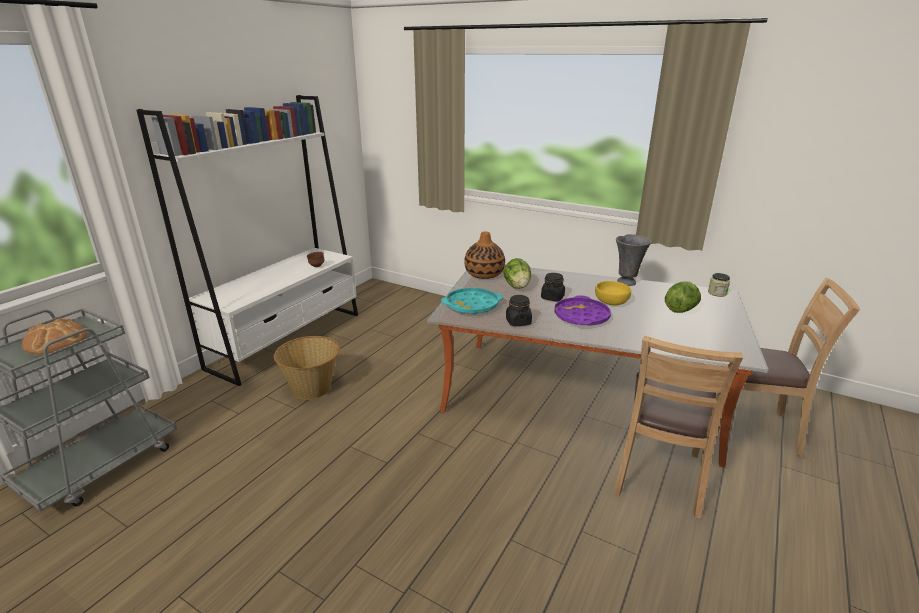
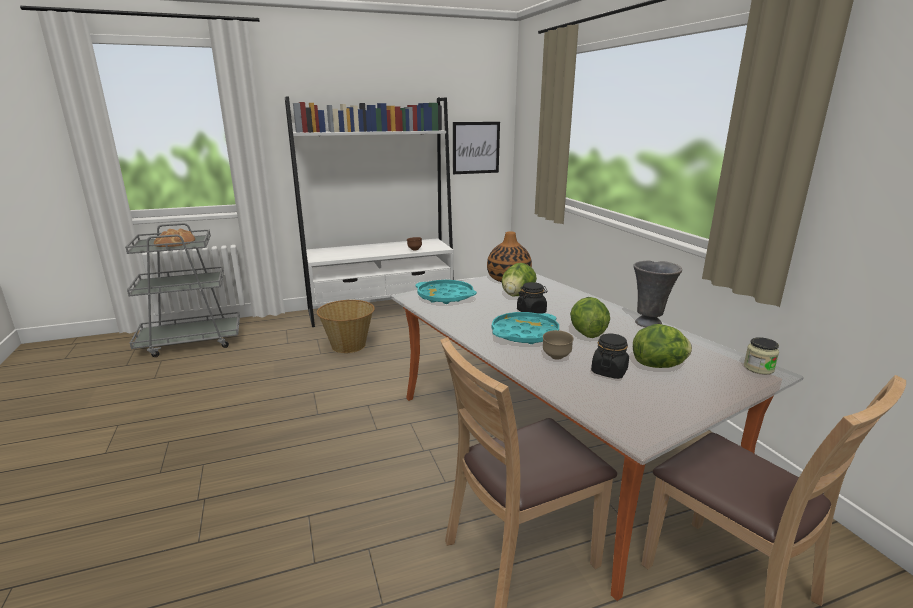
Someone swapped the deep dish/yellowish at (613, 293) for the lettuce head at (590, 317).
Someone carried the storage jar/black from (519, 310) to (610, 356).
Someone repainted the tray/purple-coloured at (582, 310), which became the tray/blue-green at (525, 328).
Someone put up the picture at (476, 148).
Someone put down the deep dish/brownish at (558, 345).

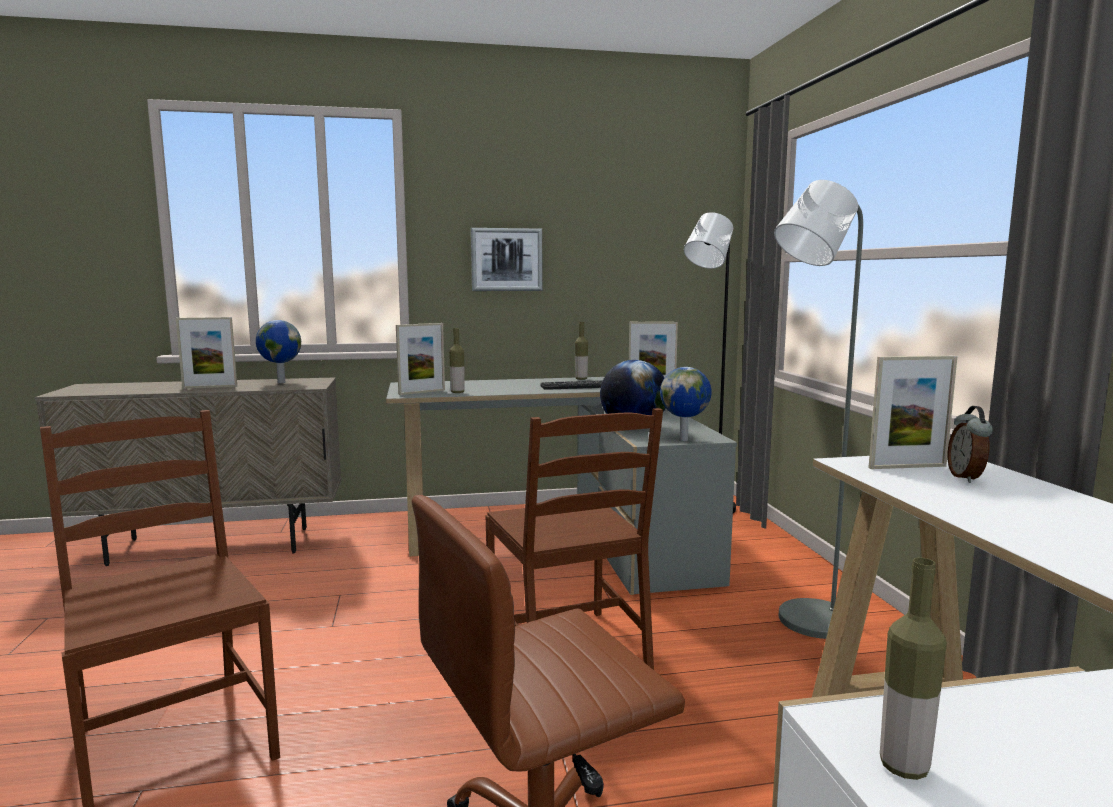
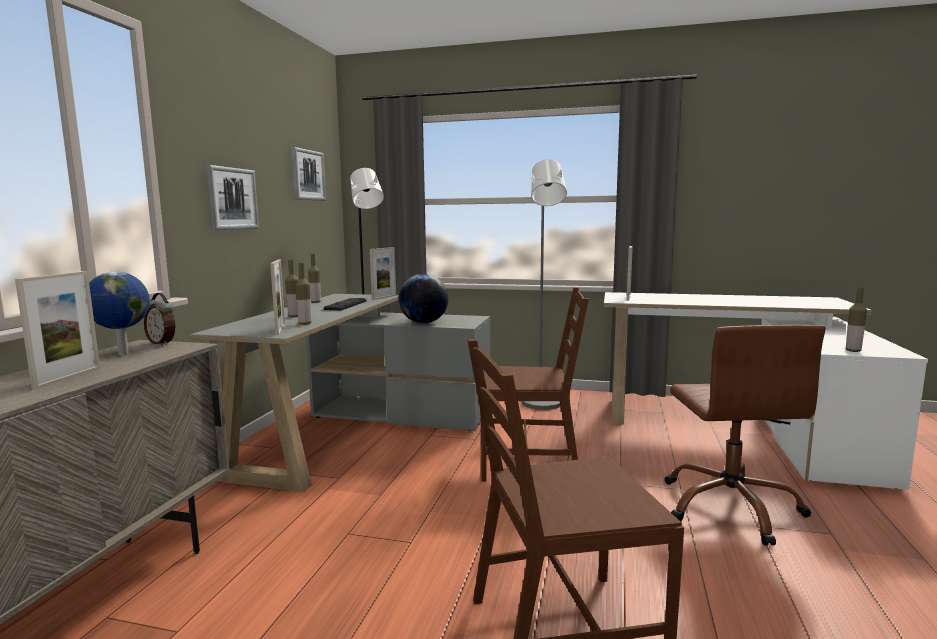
Someone took away the globe at (686, 404).
Someone carried the bedside clock from (970, 444) to (159, 319).
Someone put up the picture at (308, 174).
Someone put down the beverage bottle at (292, 288).

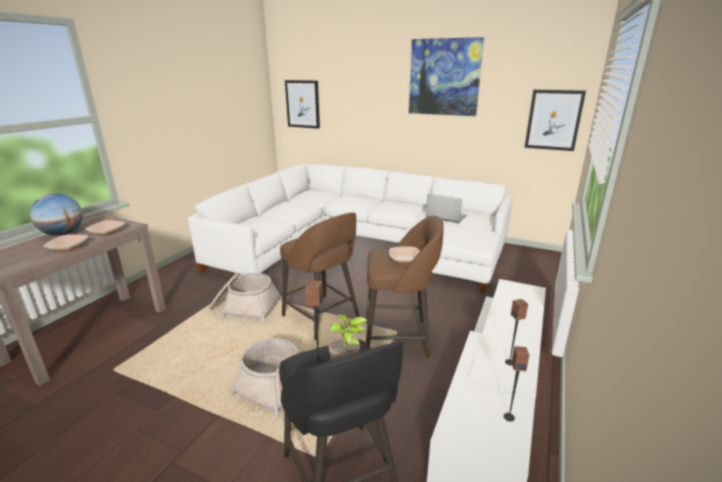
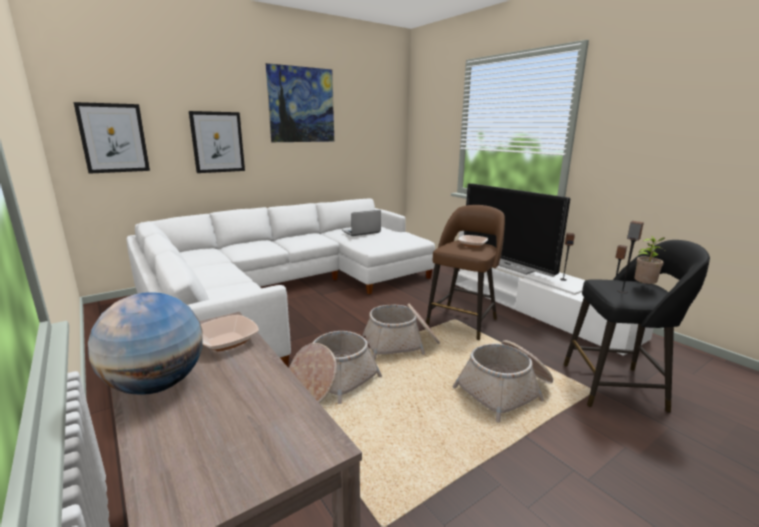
Someone carried the picture from (555, 120) to (217, 142).
Someone swapped the stool seat/brownish at (320, 276) for the storage basket at (401, 331).
Someone took away the deep dish at (65, 243).
Someone put down the TV at (517, 230).

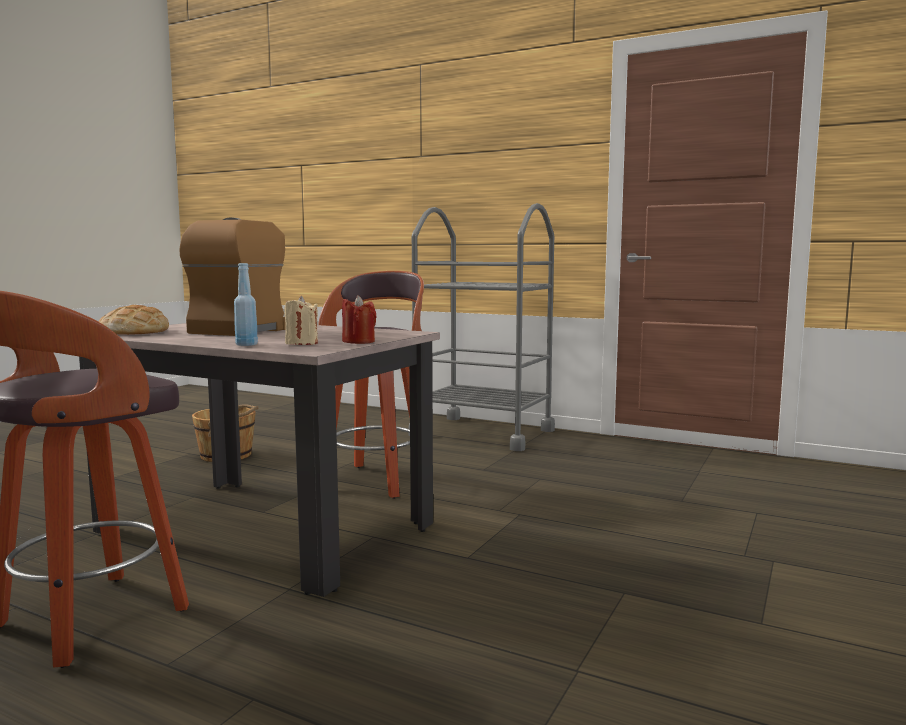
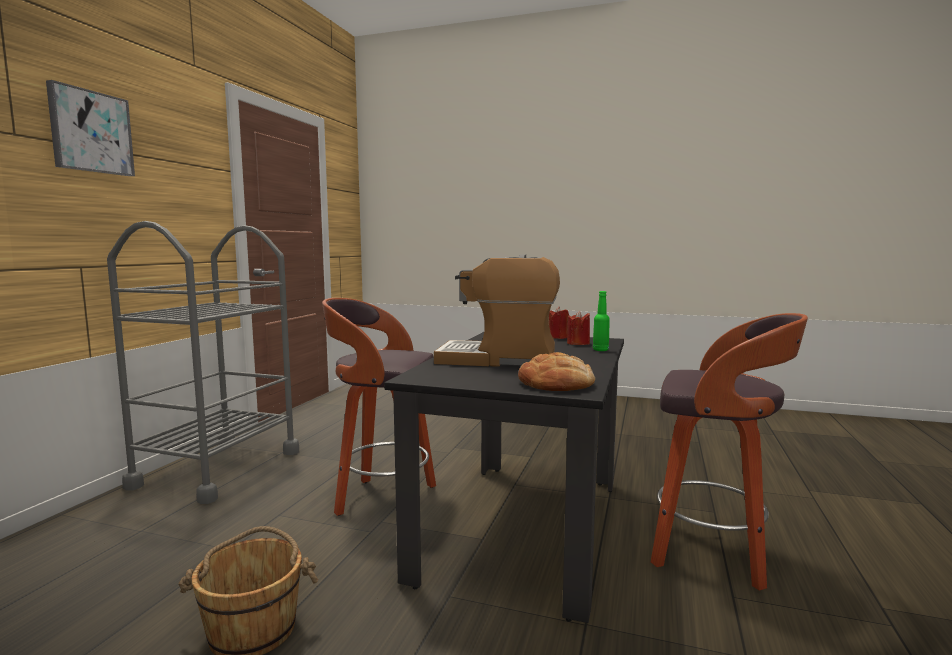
Someone repainted the beverage bottle/blue at (246, 304), which became the beverage bottle/green at (601, 321).
Someone repainted the candle/beige-coloured at (301, 320), which became the candle/red at (578, 328).
Someone repainted the kitchen table/beige-coloured at (259, 460), which became the kitchen table/black at (504, 477).
Someone put up the picture at (90, 128).

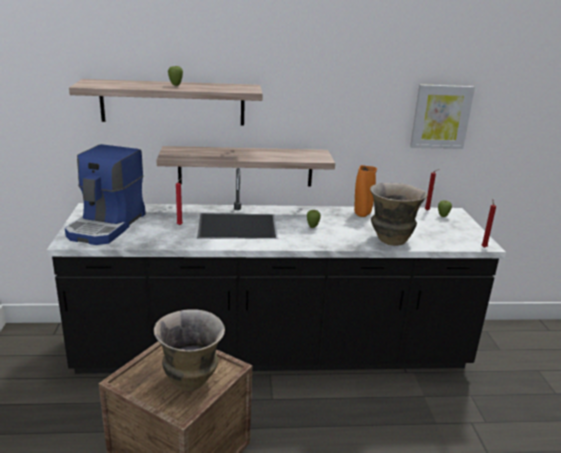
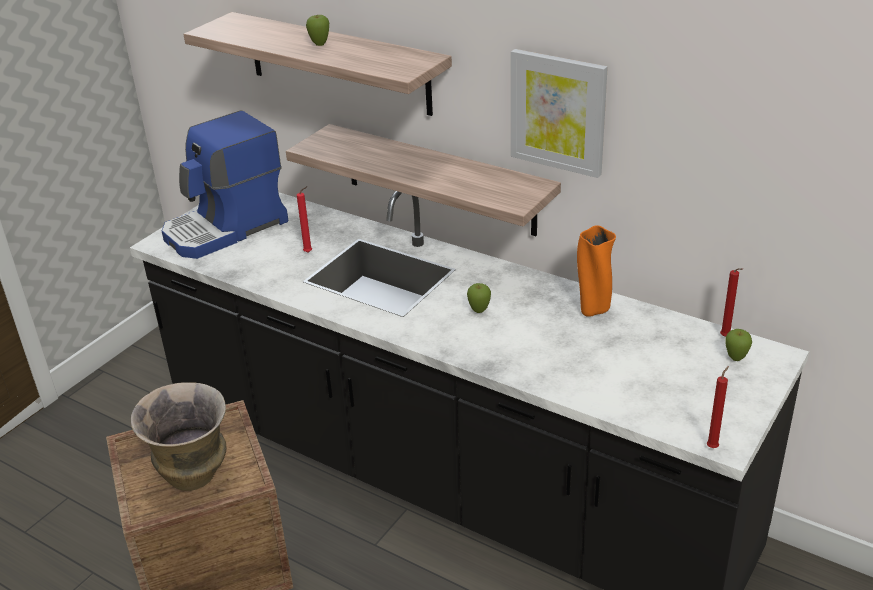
Someone carried the picture from (442, 116) to (559, 113).
Someone took away the flower vase at (399, 214).

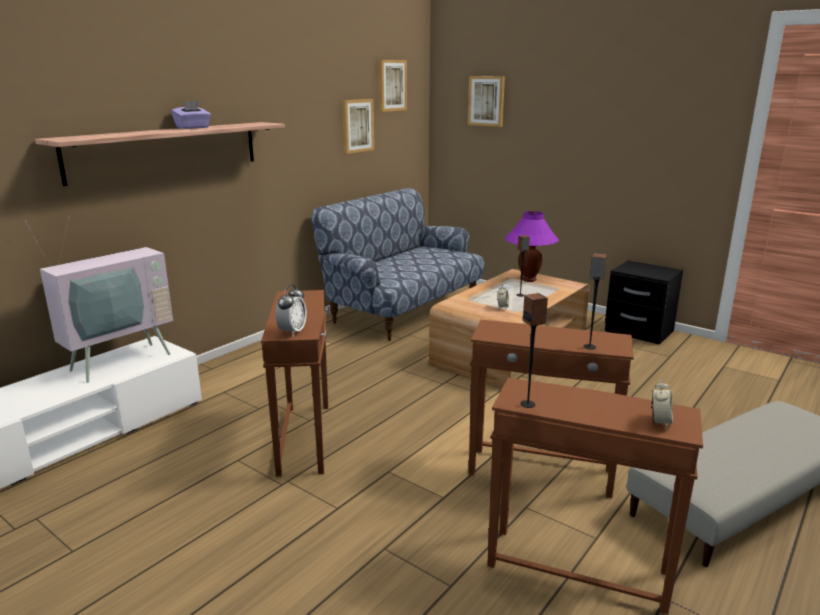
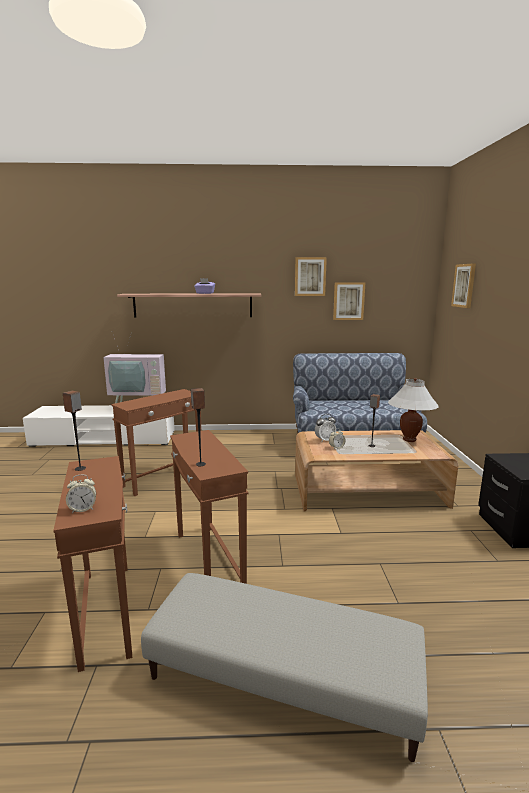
Someone carried the picture from (393, 86) to (311, 276).
Someone repainted the table lamp/purple-coloured at (532, 246), which became the table lamp/white at (413, 410).
Someone carried the bedside clock from (291, 310) to (325, 427).

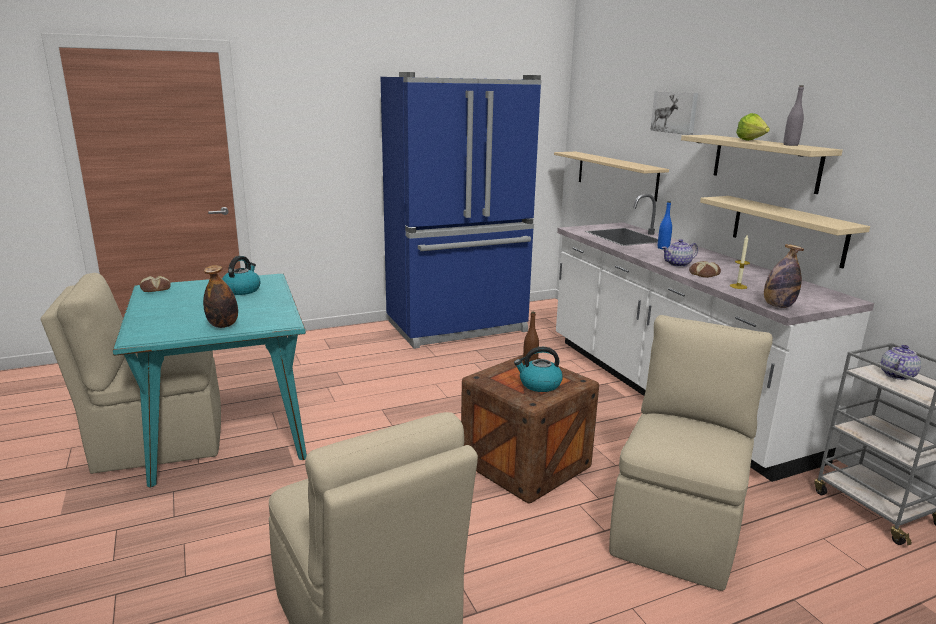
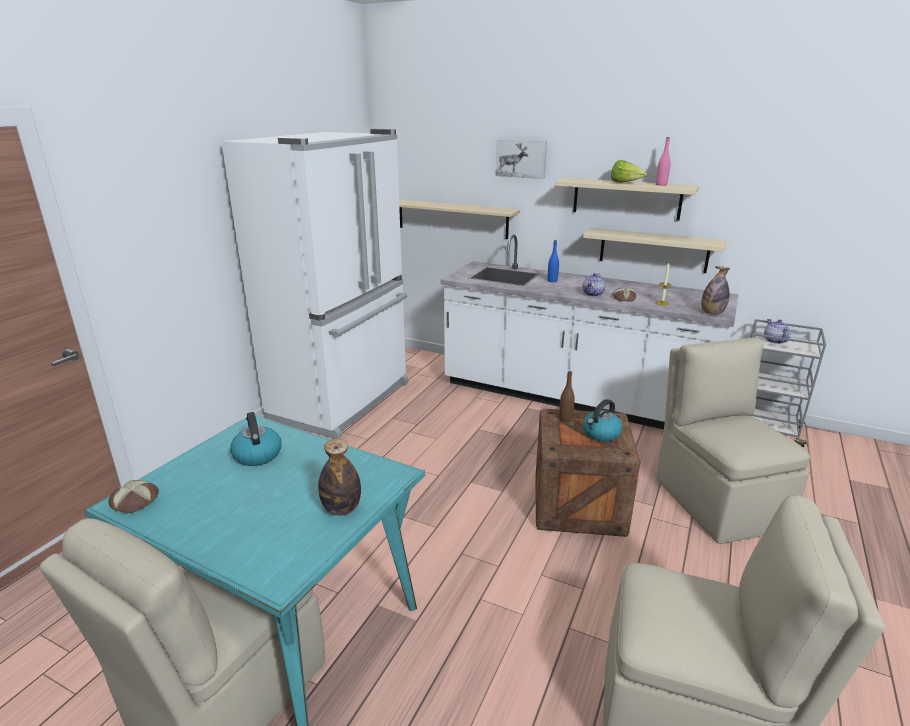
Someone repainted the refrigerator/blue at (460, 210), which became the refrigerator/white at (314, 284).
Someone repainted the beverage bottle/grey at (793, 115), which became the beverage bottle/pinkish at (663, 161).

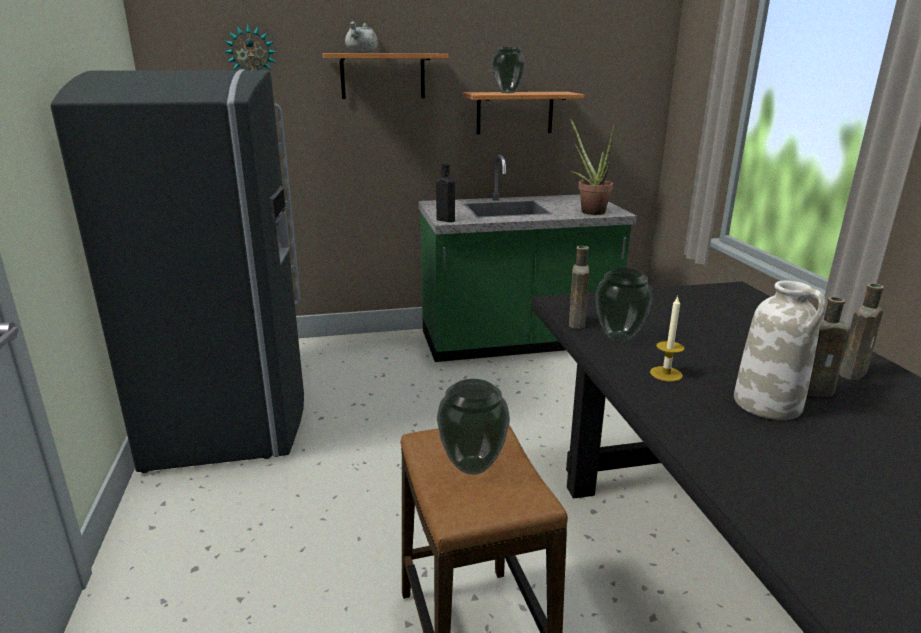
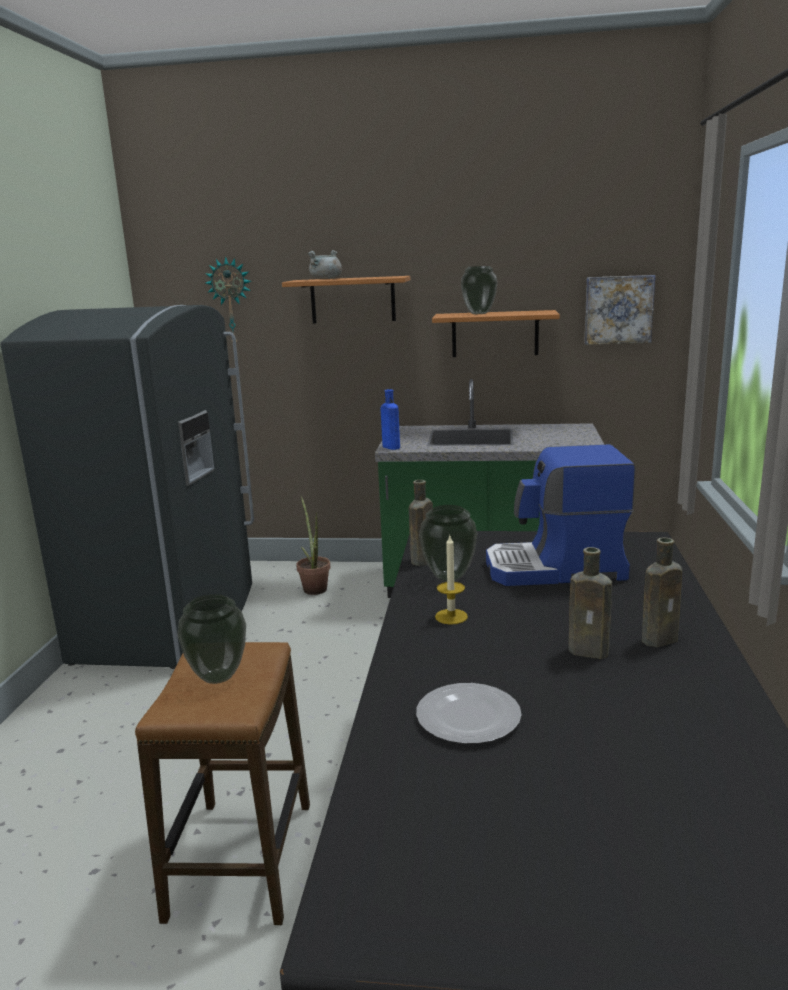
Someone carried the potted plant from (592, 166) to (313, 545).
Someone repainted the beverage bottle/black at (445, 193), which became the beverage bottle/blue at (390, 419).
Someone took away the flower vase/white at (780, 350).
Someone put up the picture at (619, 310).
Someone put down the coffee maker at (560, 515).
Someone put down the flat dish at (468, 713).

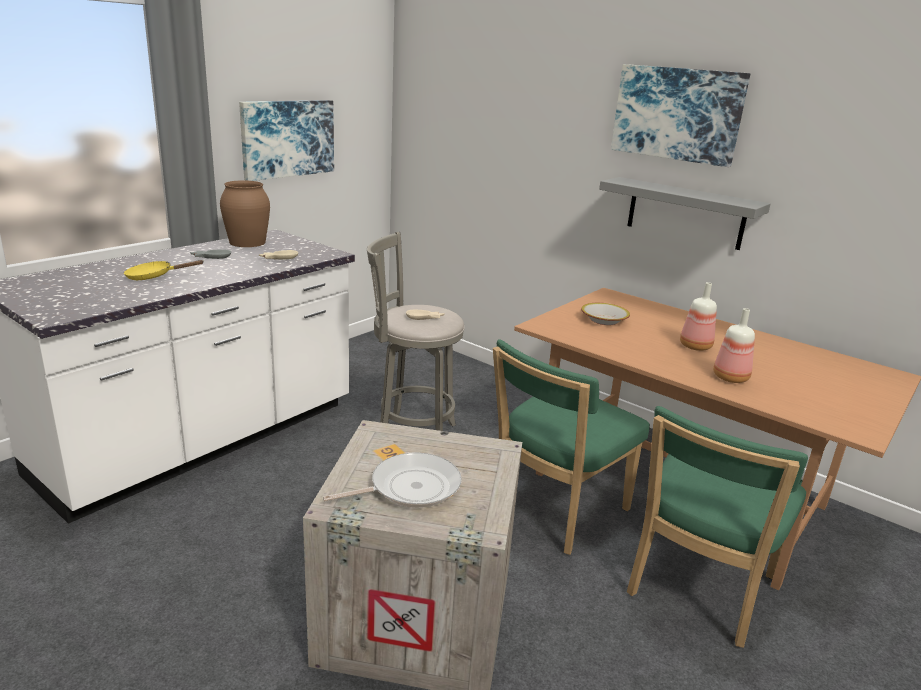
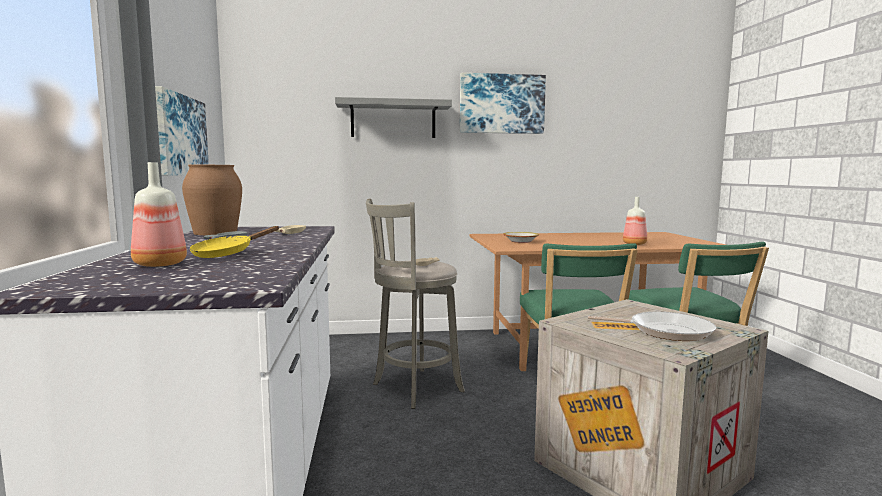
Someone carried the bracket shelf/grey from (685, 213) to (393, 117).
Someone carried the beverage bottle from (698, 316) to (159, 214).
Someone rotated the pan at (392, 480) by 90 degrees clockwise.

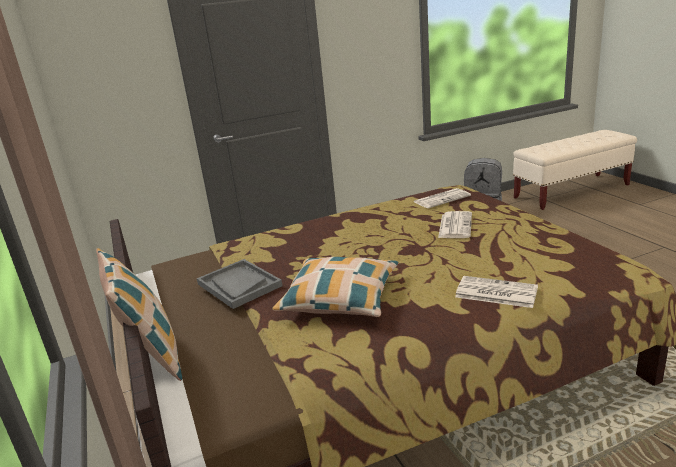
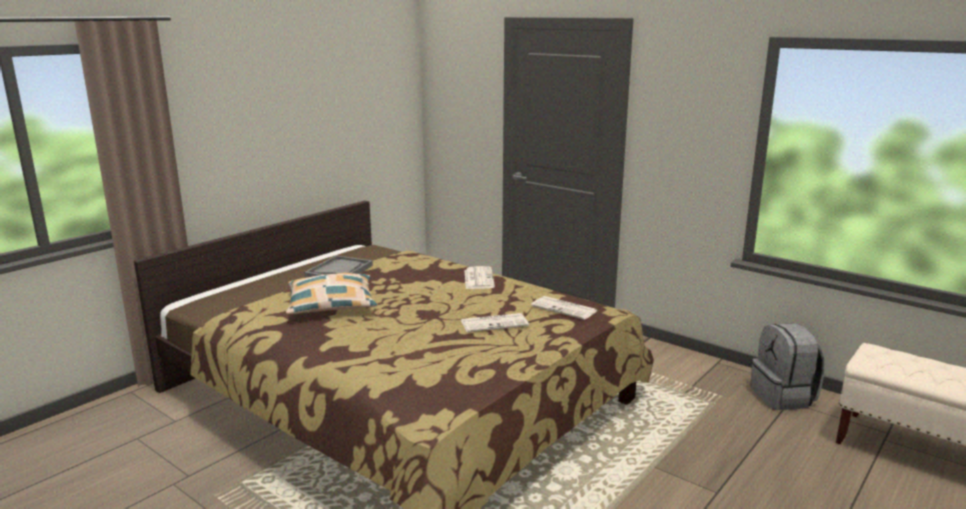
Someone took away the pillow at (139, 314).
Someone carried the daily paper from (496, 292) to (479, 277).

